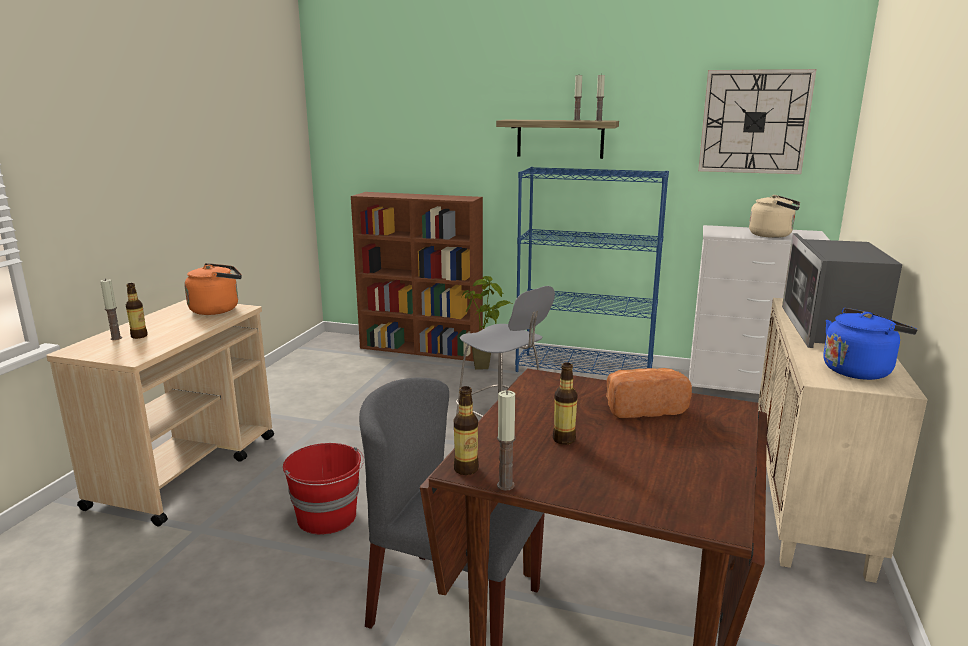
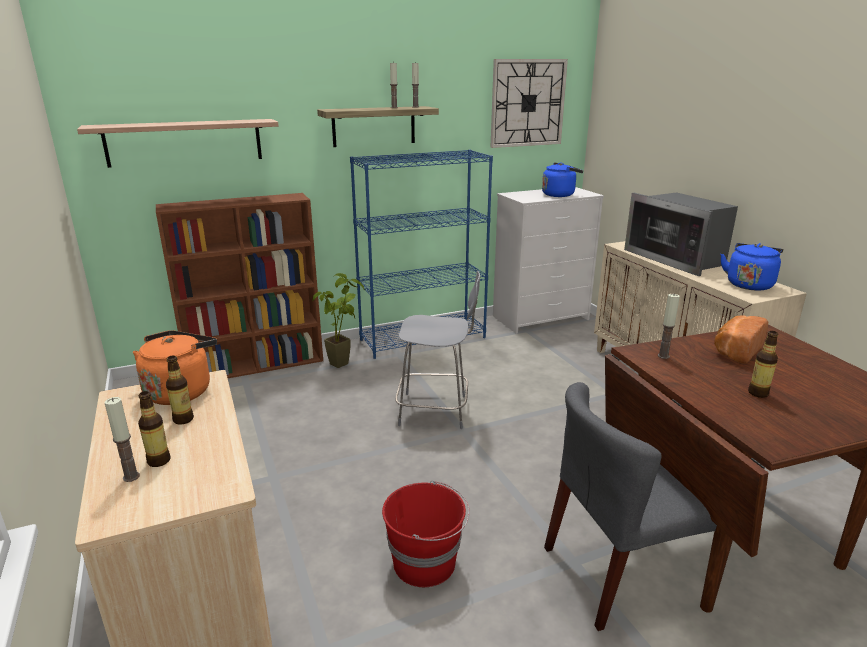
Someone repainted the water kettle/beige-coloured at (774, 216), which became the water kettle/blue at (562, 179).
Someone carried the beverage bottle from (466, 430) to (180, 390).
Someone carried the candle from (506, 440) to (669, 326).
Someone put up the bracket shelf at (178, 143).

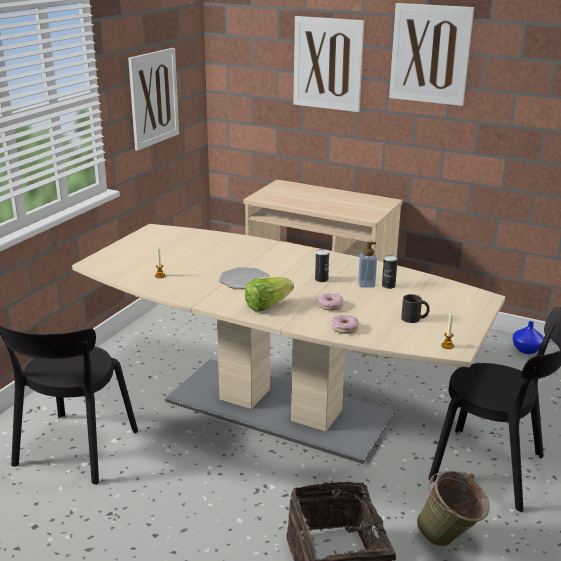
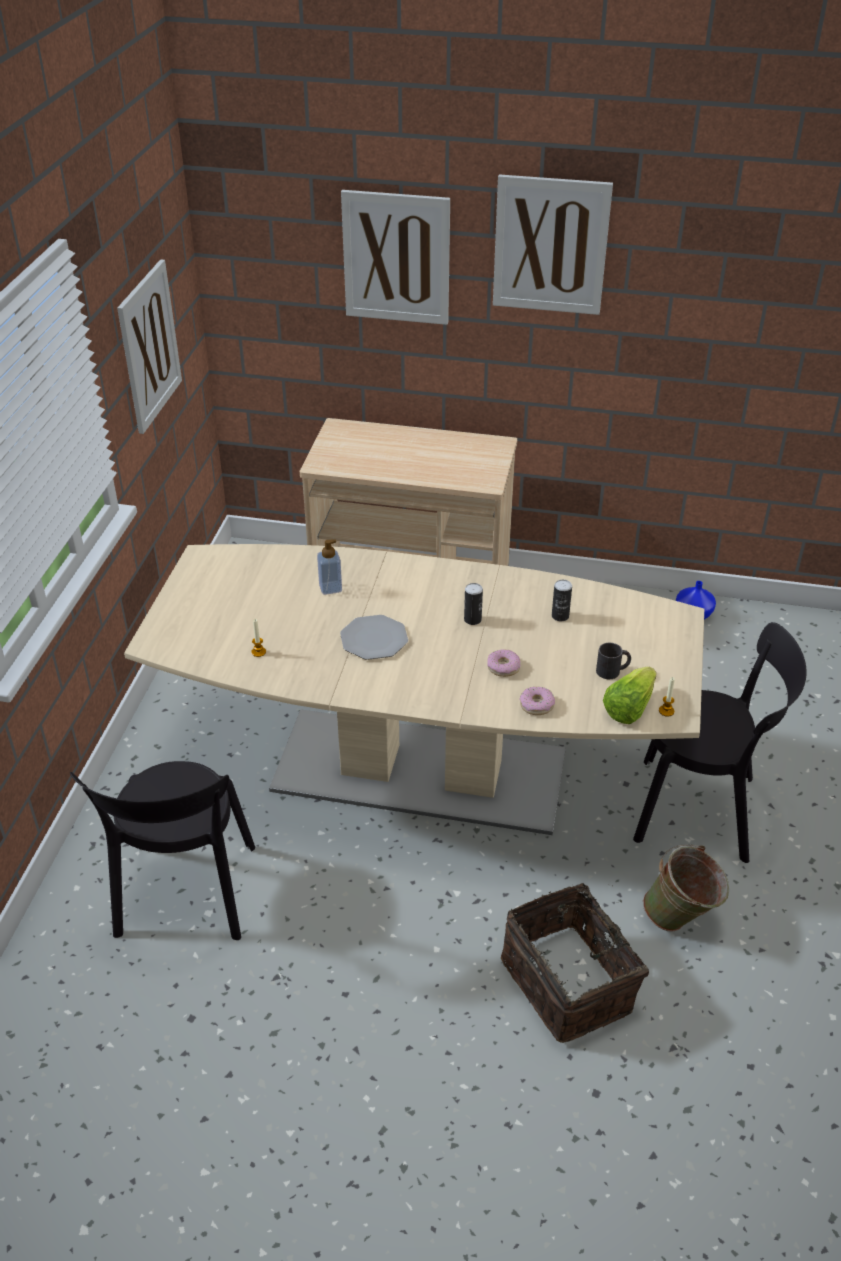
Someone carried the soap bottle from (367, 264) to (329, 567).
Someone carried the lettuce head from (269, 294) to (630, 695).

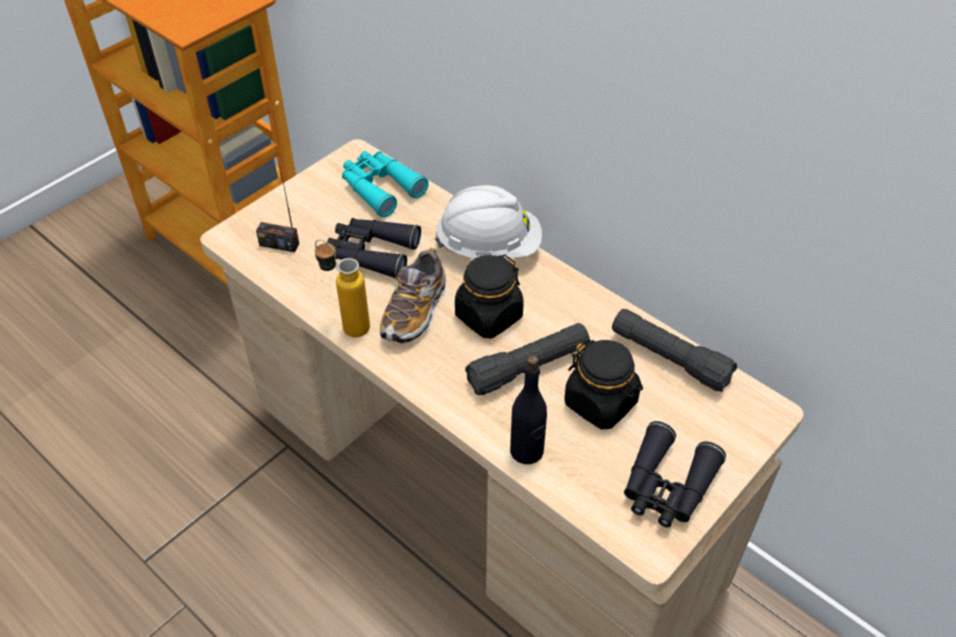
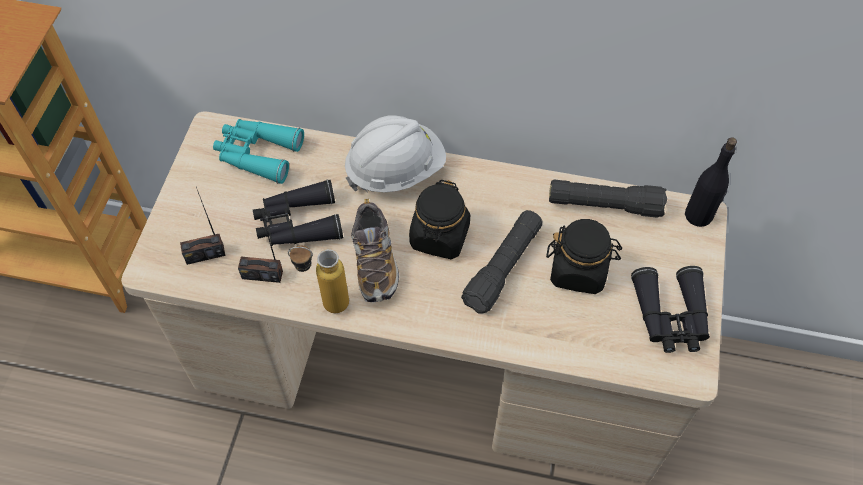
Someone carried the beverage bottle/black from (528, 409) to (711, 182).
Someone put down the radio receiver at (260, 249).

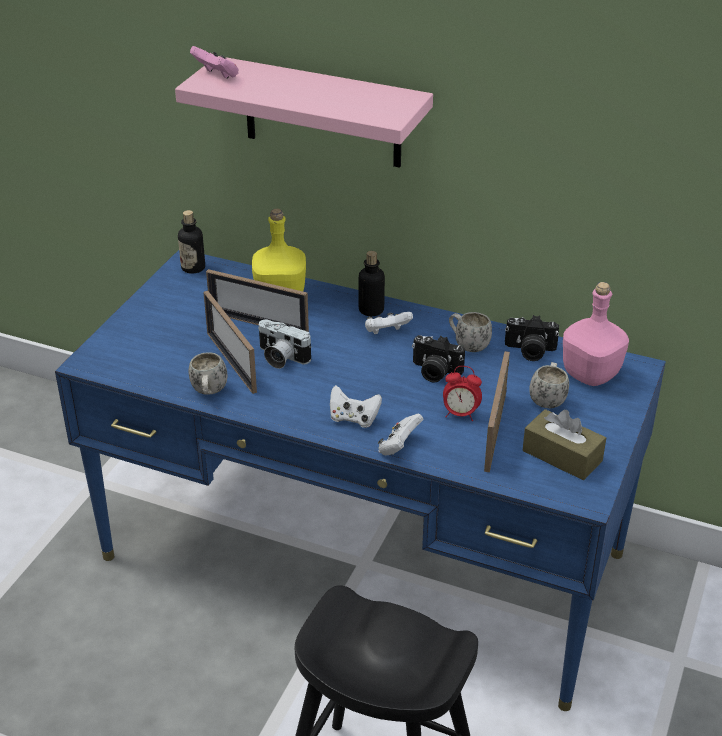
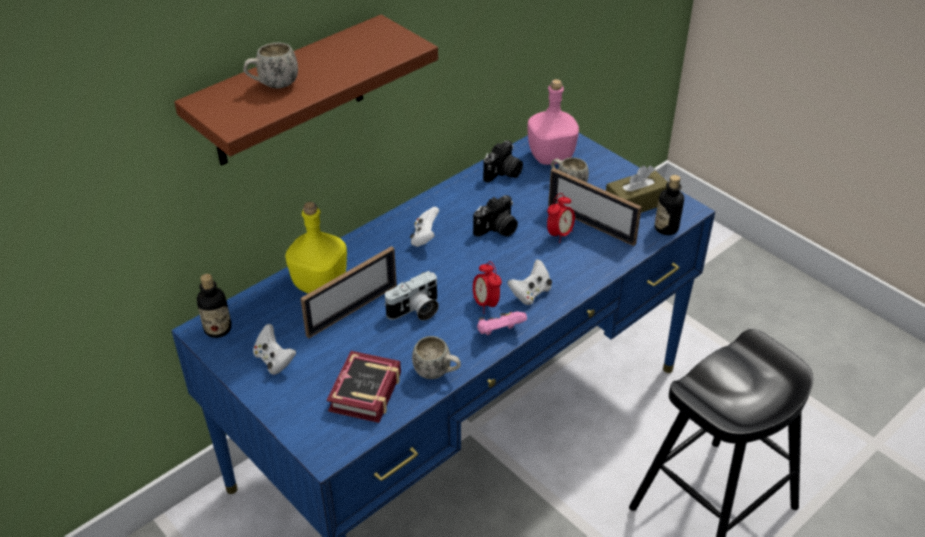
Someone carried the gamepad/pinkish from (214, 62) to (502, 323).
Someone repainted the bracket shelf/pinkish at (304, 112), which became the bracket shelf/brownish at (306, 90).
Someone carried the beverage bottle from (371, 283) to (669, 205).
Someone took away the standing frame at (230, 342).
Someone carried the mug/white from (470, 332) to (270, 65).
Someone carried the gamepad/white from (400, 435) to (274, 349).
Someone put down the bedside clock at (487, 287).
Someone put down the volume at (364, 387).

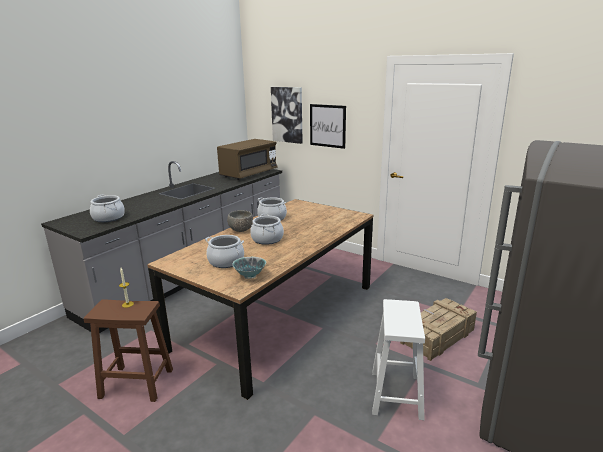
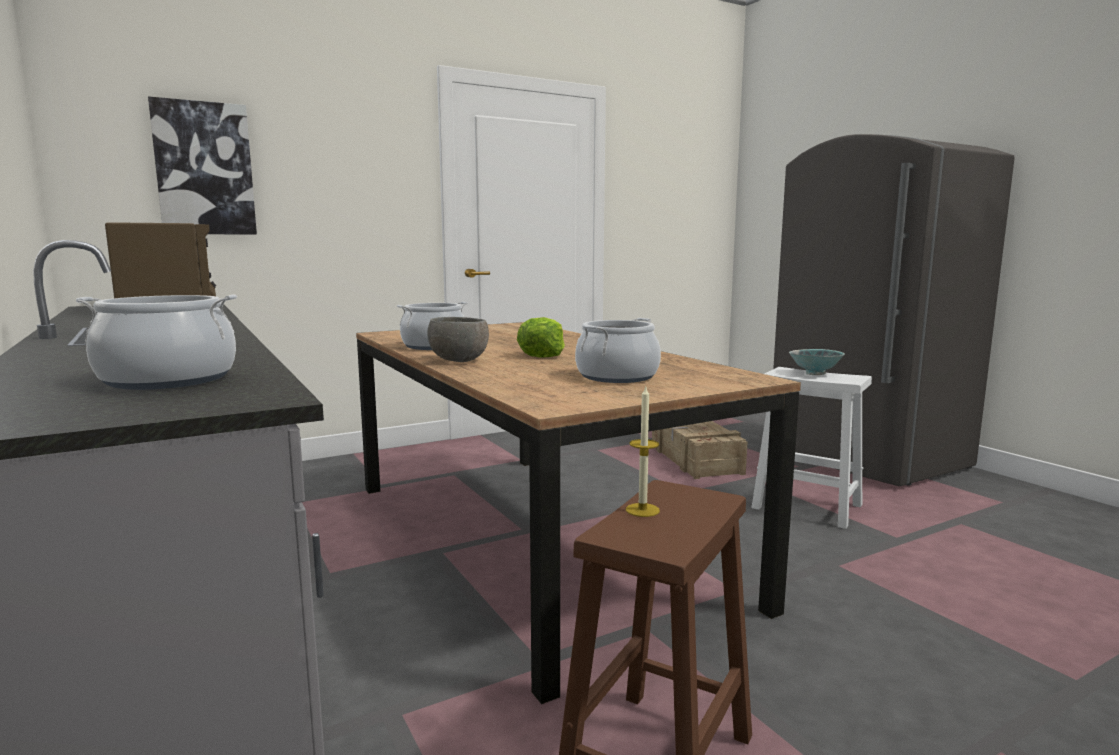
Someone took away the picture at (328, 126).
Someone swapped the cooking pot at (267, 229) for the lettuce head at (541, 337).
Someone carried the deep dish from (249, 268) to (817, 362).

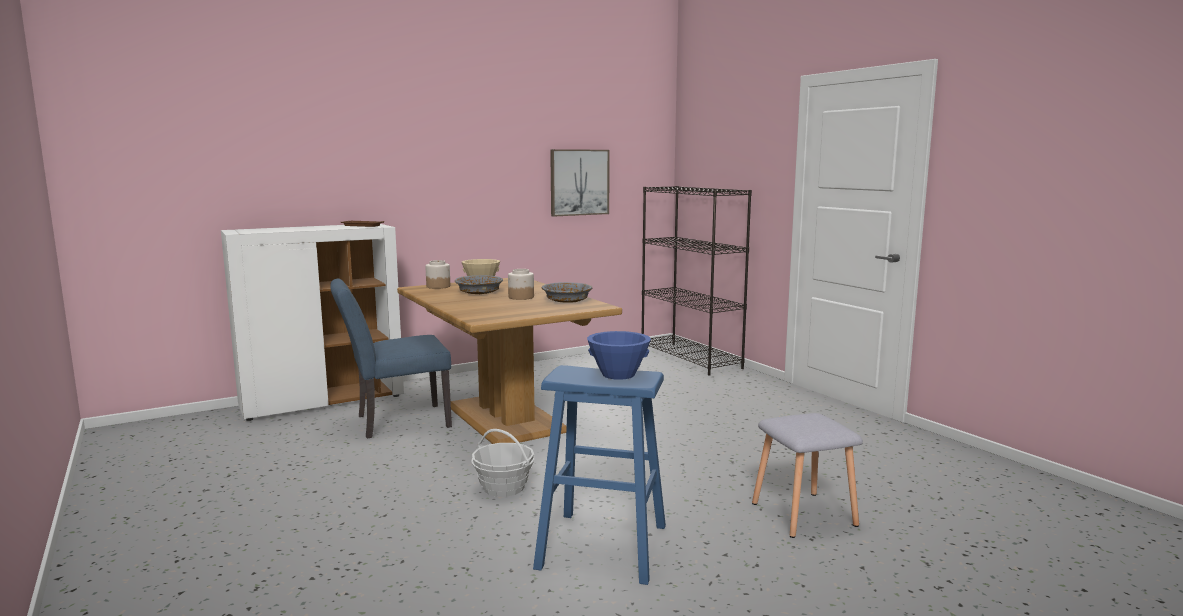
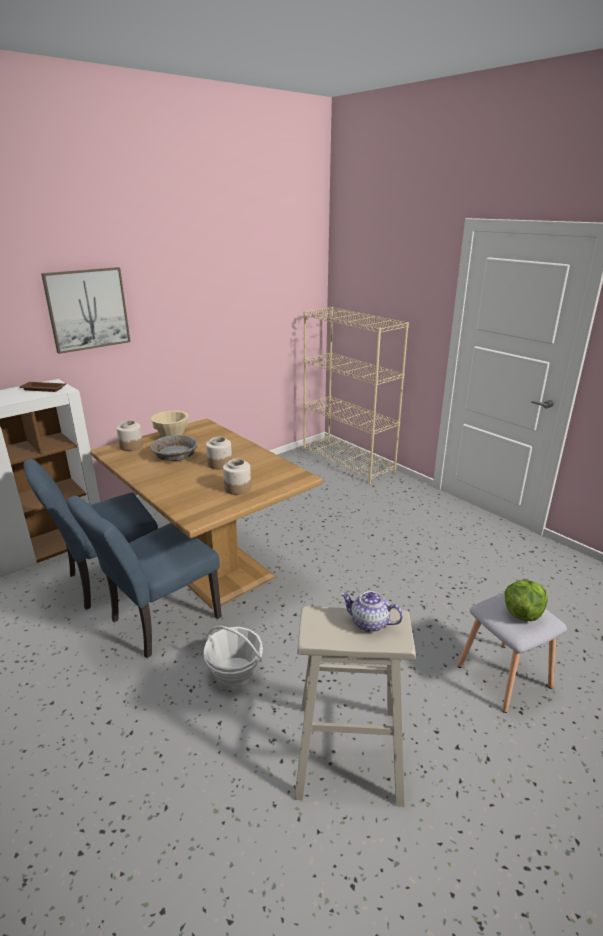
Someone carried the picture from (580, 183) to (86, 310).
Someone repainted the bookshelf/black at (697, 281), which became the bookshelf/beige-coloured at (356, 396).
Someone took away the deep dish/grey at (567, 292).
Someone swapped the deep dish/blue at (619, 355) for the tea pot at (372, 611).
Someone repainted the stool seat/blue at (599, 475), which became the stool seat/beige-coloured at (355, 706).
Someone put down the storage jar at (237, 477).
Someone put down the plain chair/blue at (144, 577).
Someone put down the lettuce head at (526, 600).

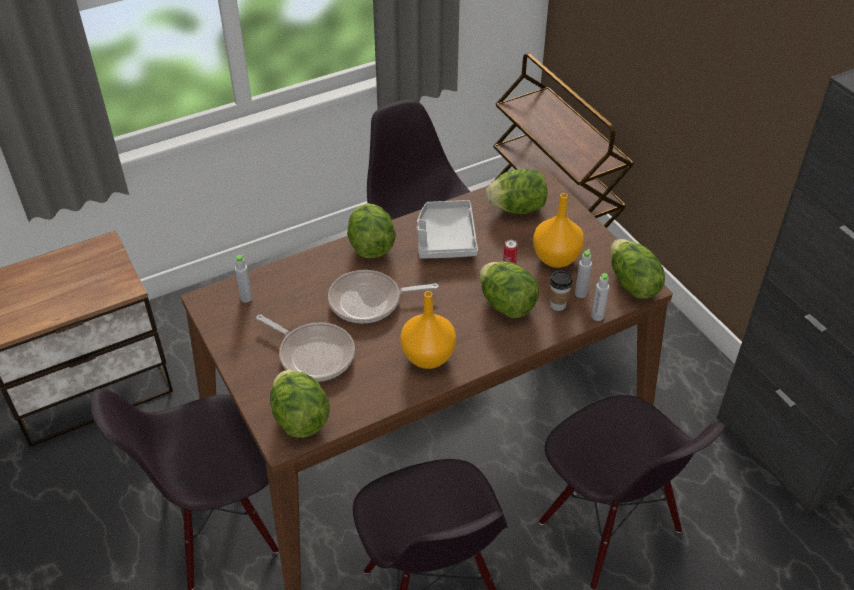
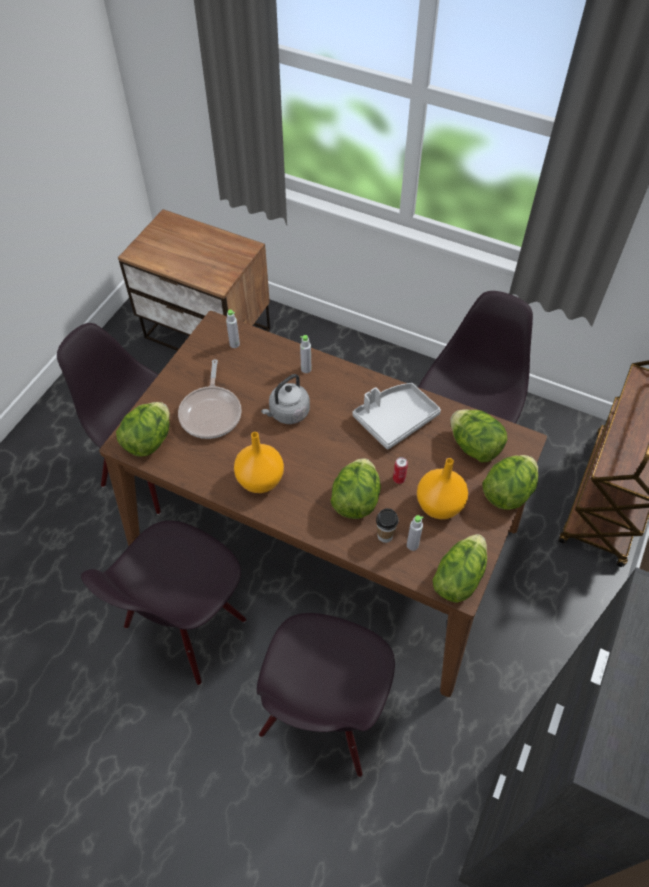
Someone carried the lettuce head from (371, 230) to (510, 482).
Someone swapped the pan at (383, 296) for the water kettle/grey at (285, 399).
Someone carried the beverage bottle/grey from (600, 297) to (305, 354).

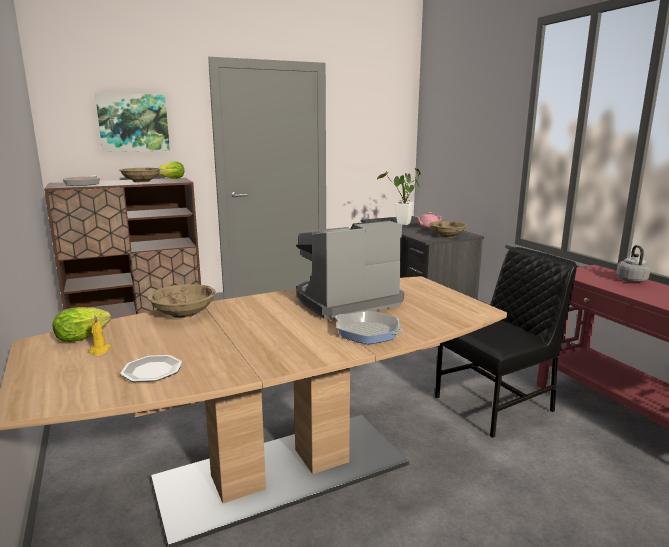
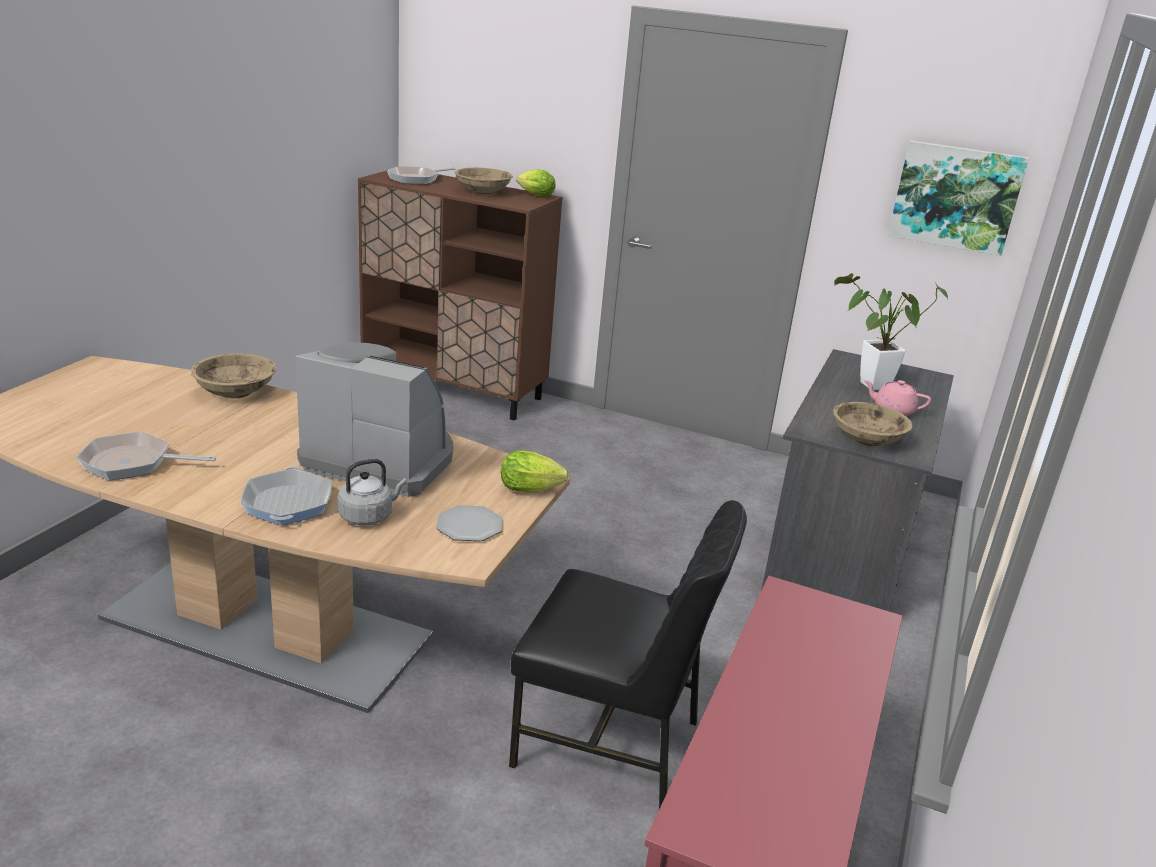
Someone carried the picture from (132, 122) to (958, 198).
Someone carried the water kettle/grey from (633, 264) to (372, 492).
Someone carried the lettuce head from (82, 324) to (535, 471).
Someone took away the candle/yellowish at (100, 335).
Someone carried the flat dish from (151, 368) to (469, 523).
Someone put down the pan at (146, 456).

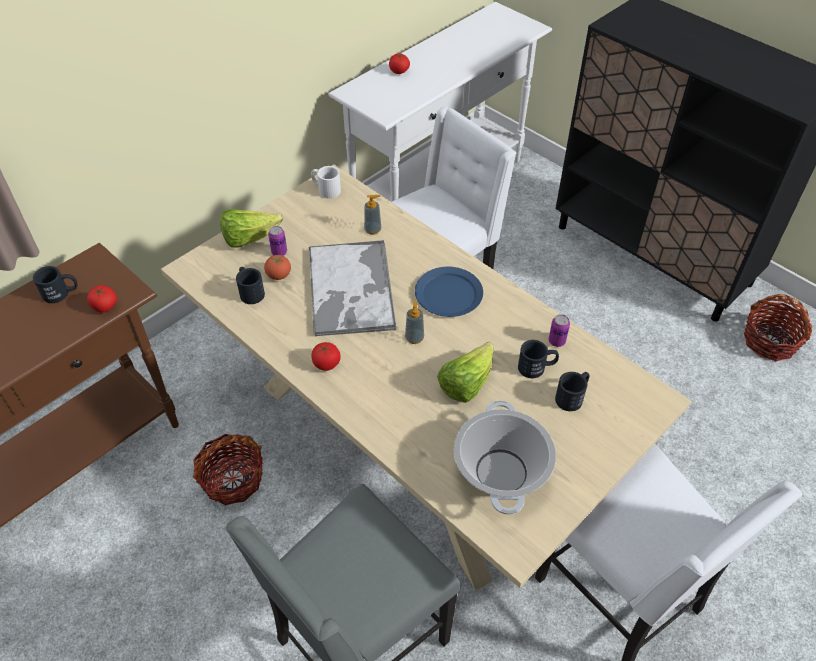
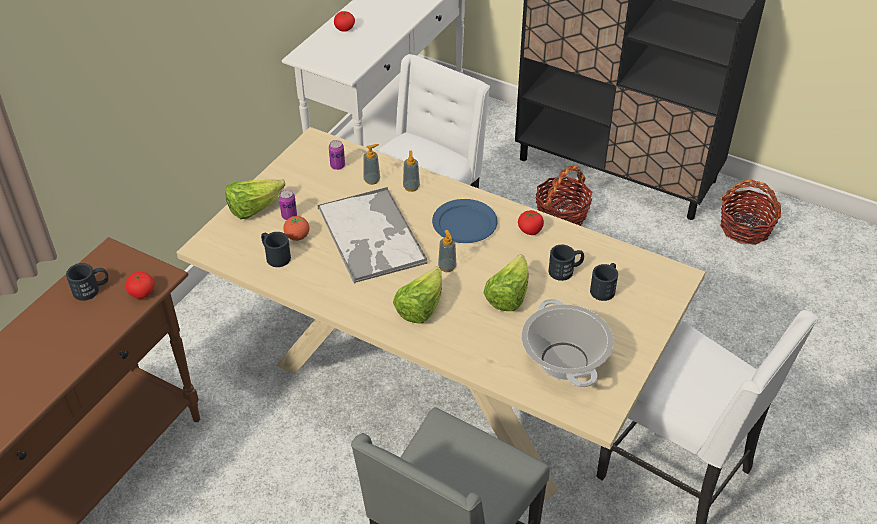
Someone took away the mug/white at (326, 182).
Someone carried the metal can from (559, 330) to (337, 155).
Someone carried the fresh tomato from (326, 356) to (531, 222).
Someone carried the storage basket from (228, 469) to (564, 195).
Someone put down the soap bottle at (411, 171).
Someone put down the lettuce head at (417, 295).

